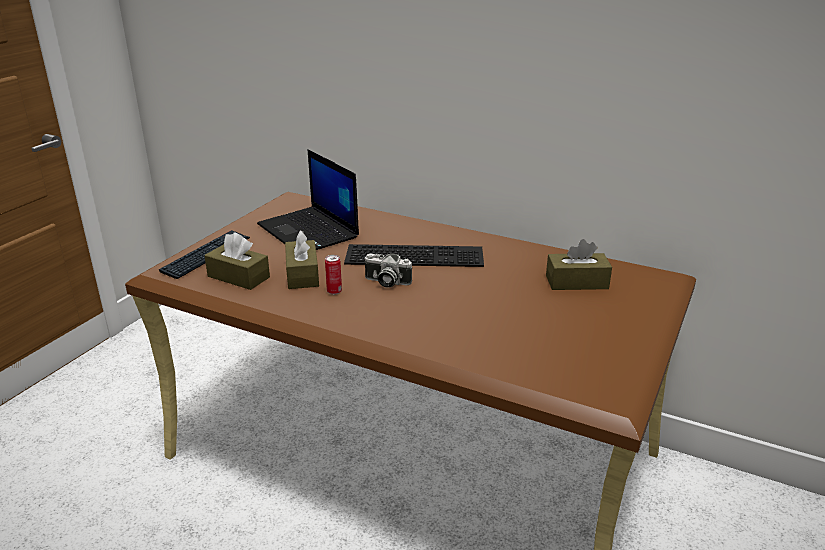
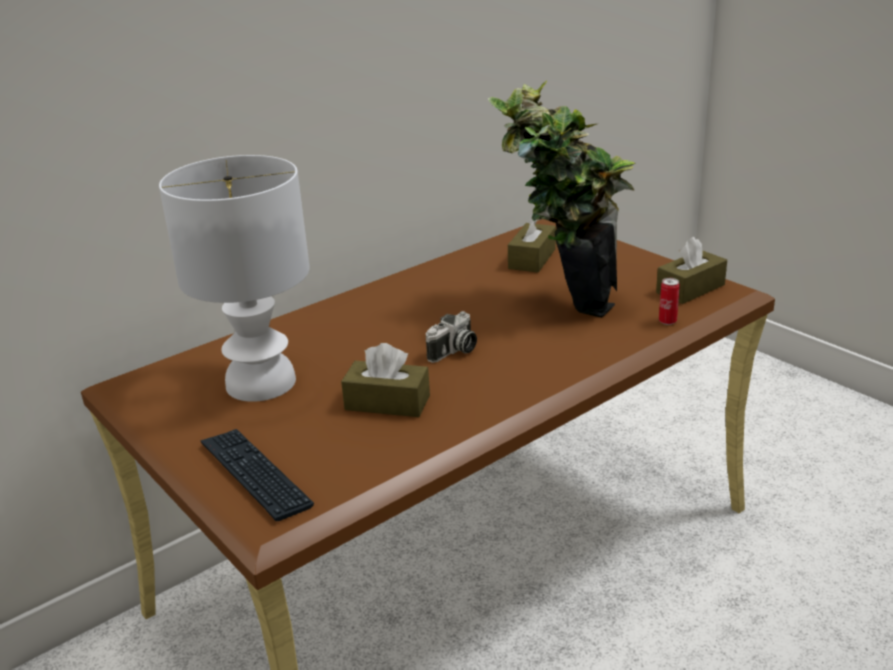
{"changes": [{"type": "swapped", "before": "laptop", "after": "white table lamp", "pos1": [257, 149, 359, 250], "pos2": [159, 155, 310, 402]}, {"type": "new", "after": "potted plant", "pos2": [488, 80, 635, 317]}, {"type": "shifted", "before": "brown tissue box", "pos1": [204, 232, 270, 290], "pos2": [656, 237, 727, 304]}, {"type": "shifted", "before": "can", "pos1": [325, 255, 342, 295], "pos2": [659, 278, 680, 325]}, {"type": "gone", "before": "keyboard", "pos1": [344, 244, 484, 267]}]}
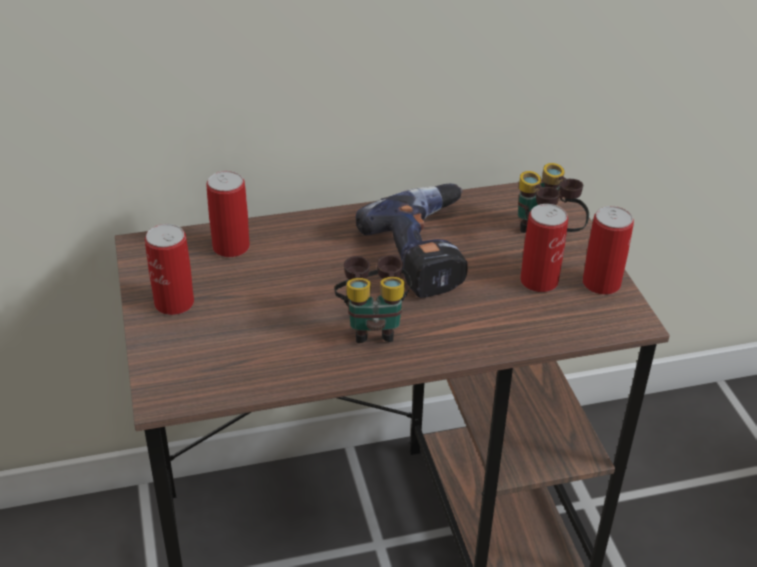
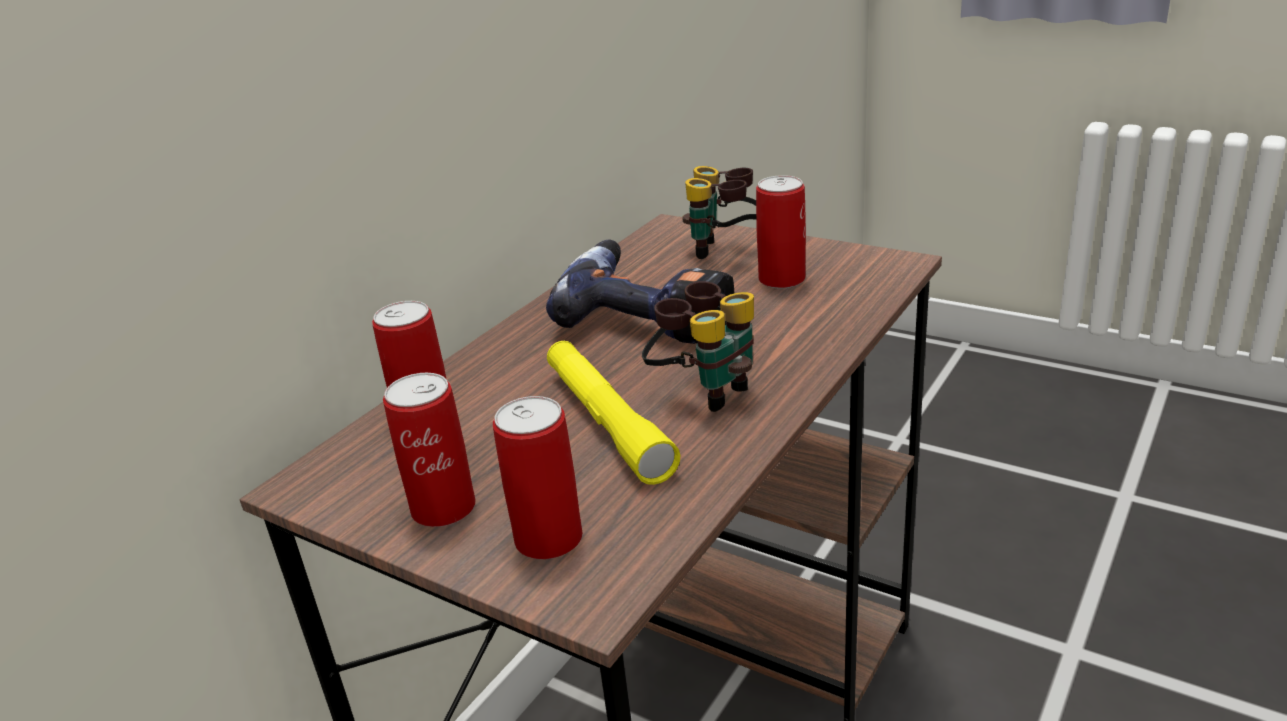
{"changes": [{"type": "shifted", "before": "can", "pos1": [583, 206, 634, 295], "pos2": [493, 396, 583, 559]}, {"type": "new", "after": "yellow flashlight", "pos2": [547, 341, 681, 485]}]}
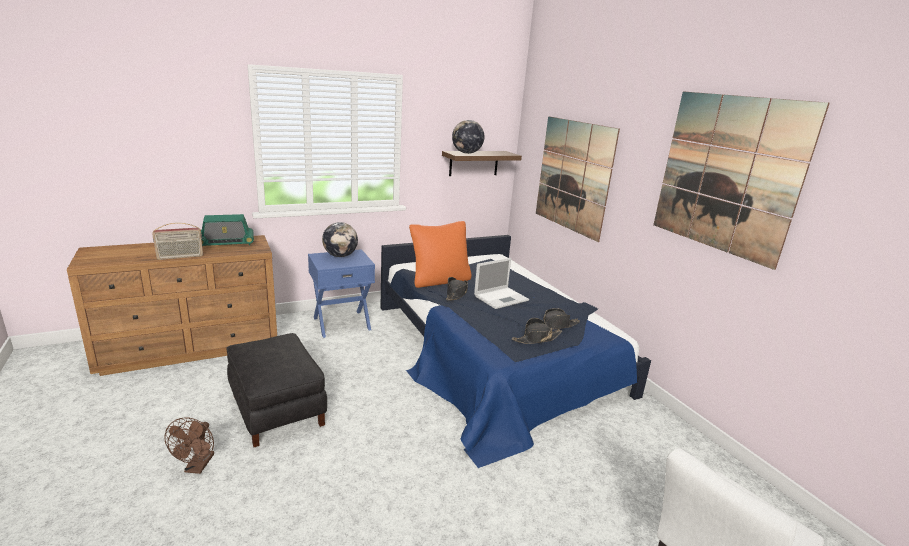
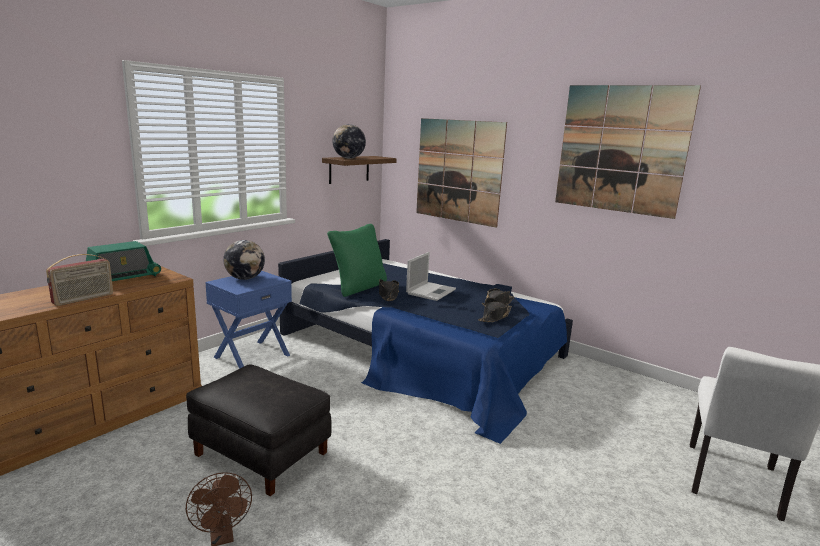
{"changes": [{"type": "repainted", "before": "orange pillow", "after": "green pillow", "pos1": [409, 221, 471, 288], "pos2": [327, 224, 387, 297]}]}
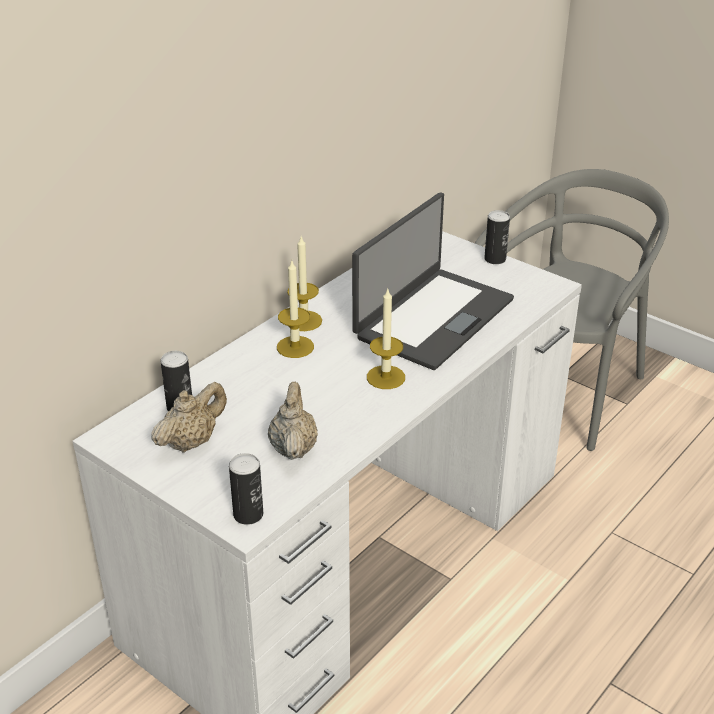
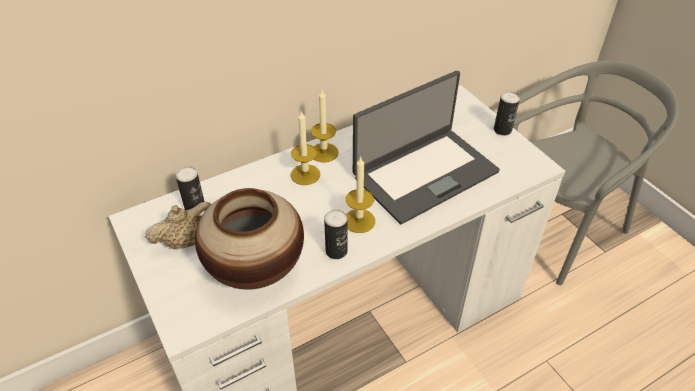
{"changes": [{"type": "swapped", "before": "beige teapot", "after": "vase", "pos1": [268, 382, 318, 460], "pos2": [195, 188, 304, 290]}, {"type": "shifted", "before": "can", "pos1": [229, 453, 263, 525], "pos2": [324, 209, 348, 259]}]}
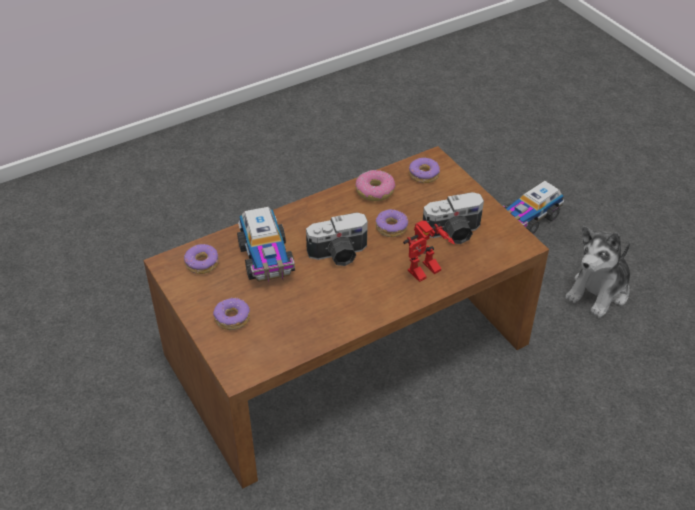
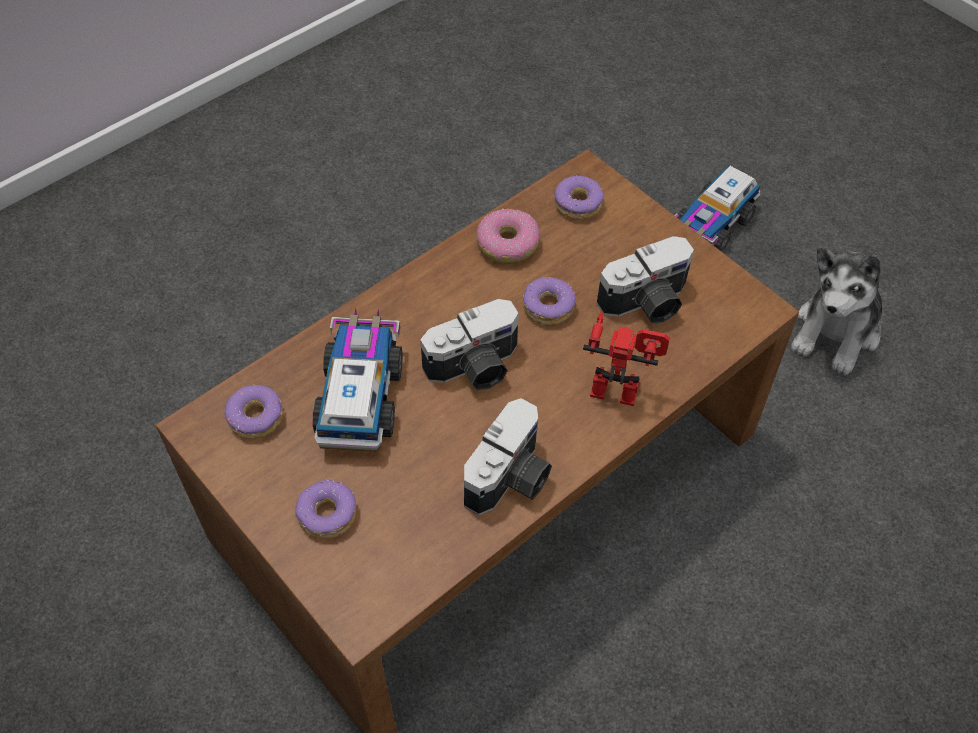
{"changes": [{"type": "rotated", "before": "toy truck", "pos1": [237, 207, 295, 282], "pos2": [313, 308, 403, 452], "turn": -150}, {"type": "new", "after": "photo camera", "pos2": [464, 398, 552, 515]}, {"type": "rotated", "before": "toy robot", "pos1": [403, 220, 455, 282], "pos2": [583, 311, 670, 406], "turn": -120}]}
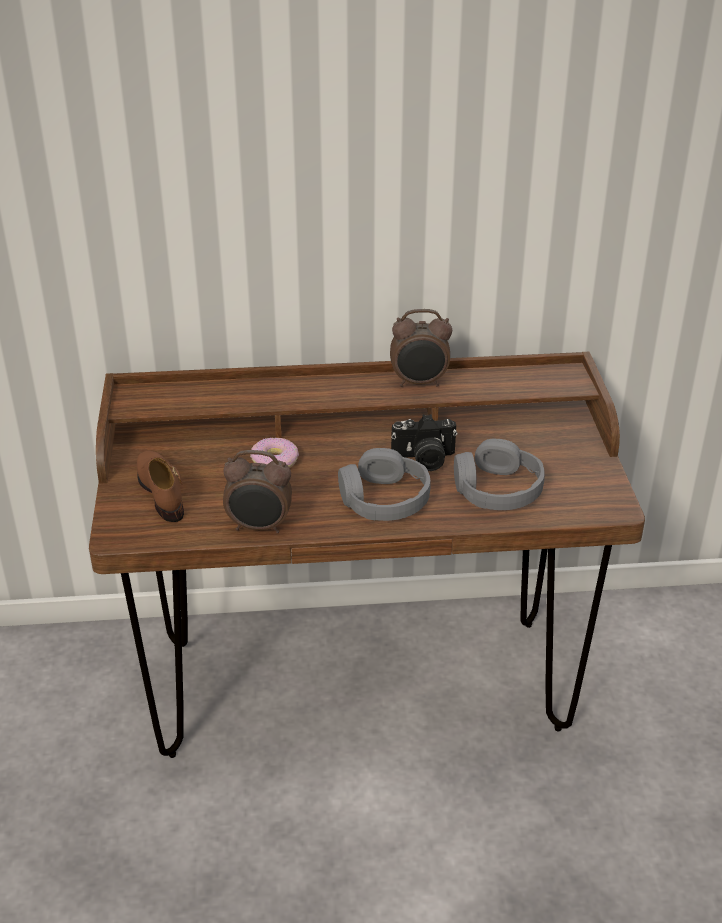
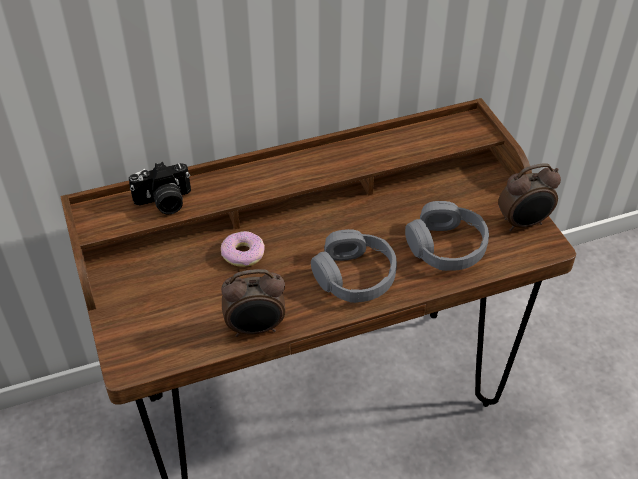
{"changes": [{"type": "shifted", "before": "photo camera", "pos1": [391, 414, 457, 471], "pos2": [129, 162, 191, 215]}, {"type": "shifted", "before": "alarm clock", "pos1": [390, 309, 452, 387], "pos2": [498, 163, 561, 231]}, {"type": "gone", "before": "brown shoe", "pos1": [137, 451, 184, 522]}]}
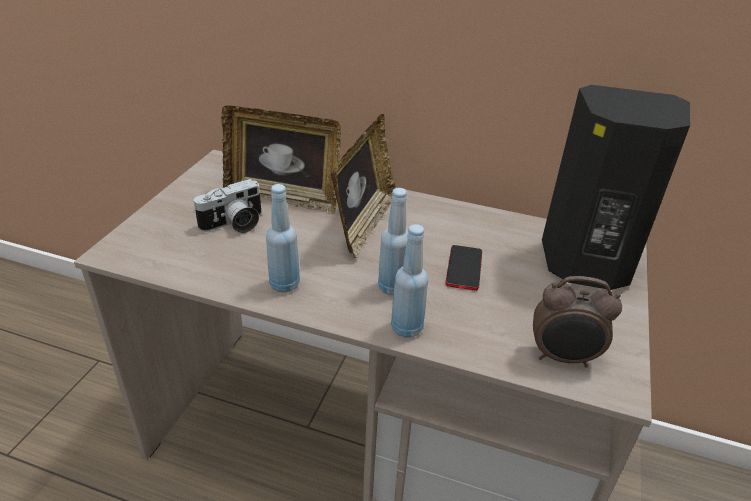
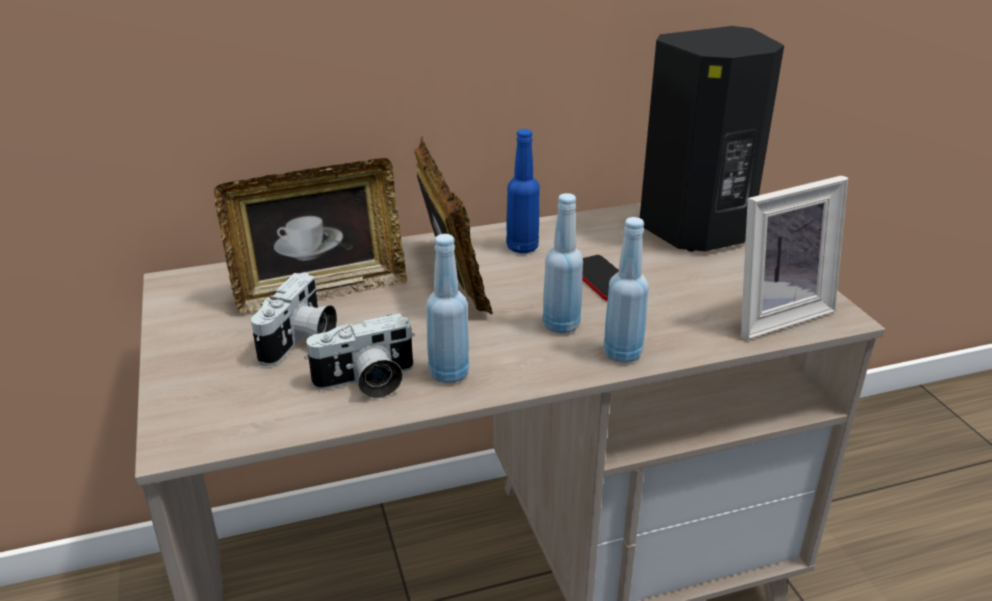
{"changes": [{"type": "new", "after": "photo camera", "pos2": [304, 313, 415, 399]}, {"type": "new", "after": "blue bottle", "pos2": [506, 129, 540, 253]}, {"type": "swapped", "before": "alarm clock", "after": "picture frame", "pos1": [533, 276, 622, 367], "pos2": [741, 175, 848, 340]}]}
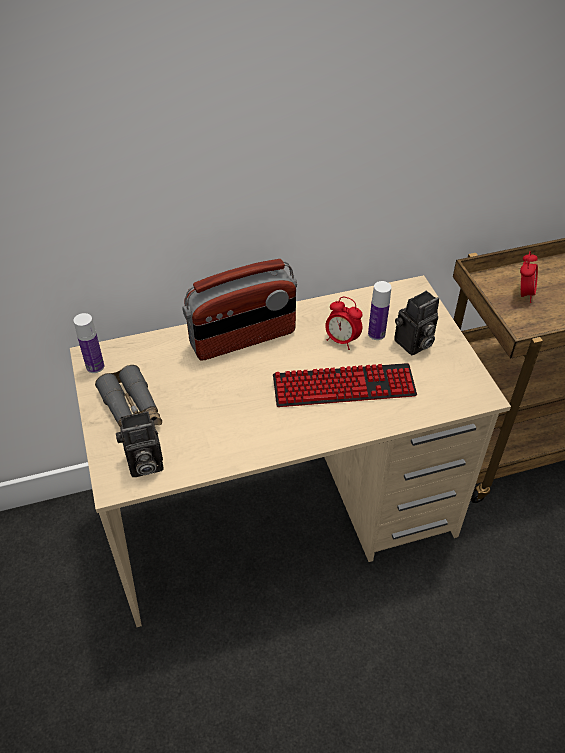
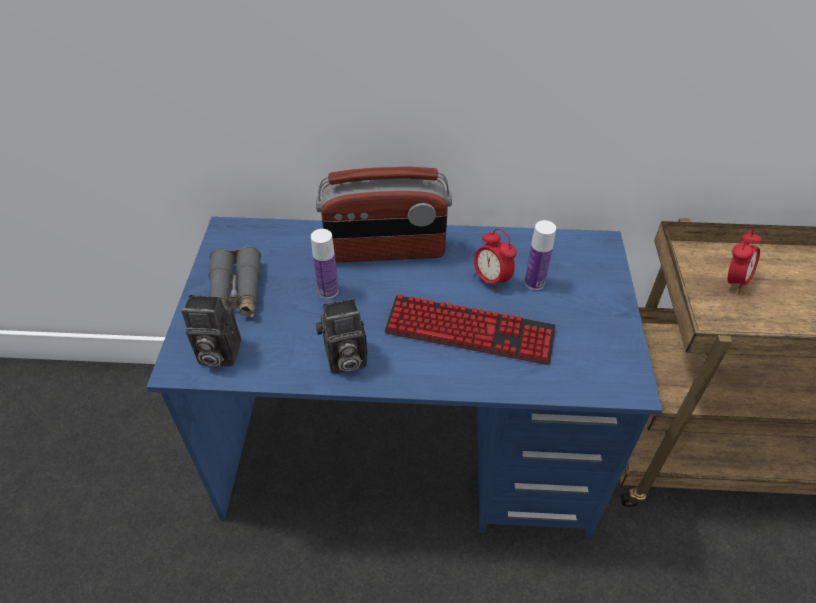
{"changes": [{"type": "repainted", "before": "beige desk", "after": "blue desk", "pos1": [70, 275, 511, 627], "pos2": [146, 217, 663, 539]}, {"type": "shifted", "before": "bottle", "pos1": [73, 313, 104, 373], "pos2": [311, 229, 339, 299]}, {"type": "shifted", "before": "photo camera", "pos1": [394, 291, 439, 355], "pos2": [315, 298, 367, 374]}]}
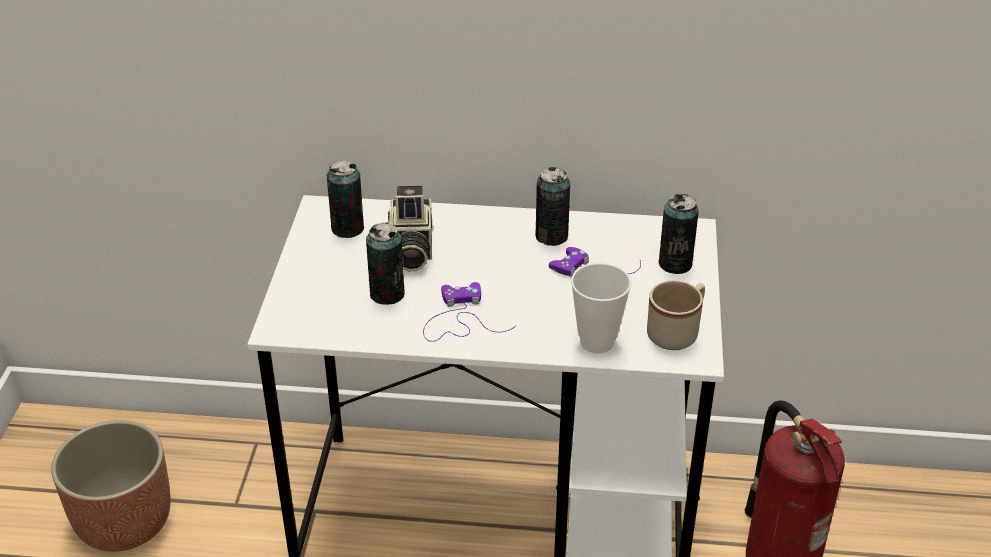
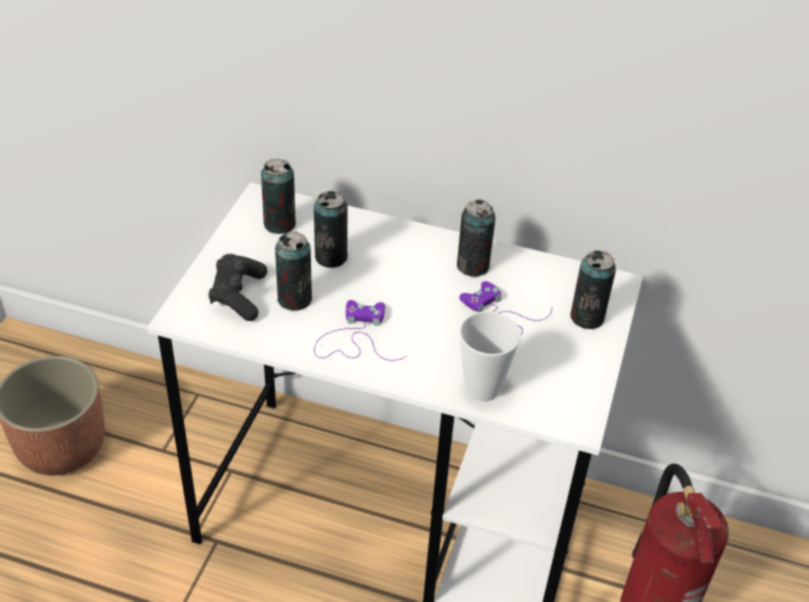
{"changes": [{"type": "new", "after": "black game controller", "pos2": [208, 254, 267, 321]}, {"type": "swapped", "before": "photo camera", "after": "can", "pos1": [385, 186, 434, 272], "pos2": [314, 191, 348, 268]}, {"type": "gone", "before": "beige mug", "pos1": [647, 280, 705, 350]}]}
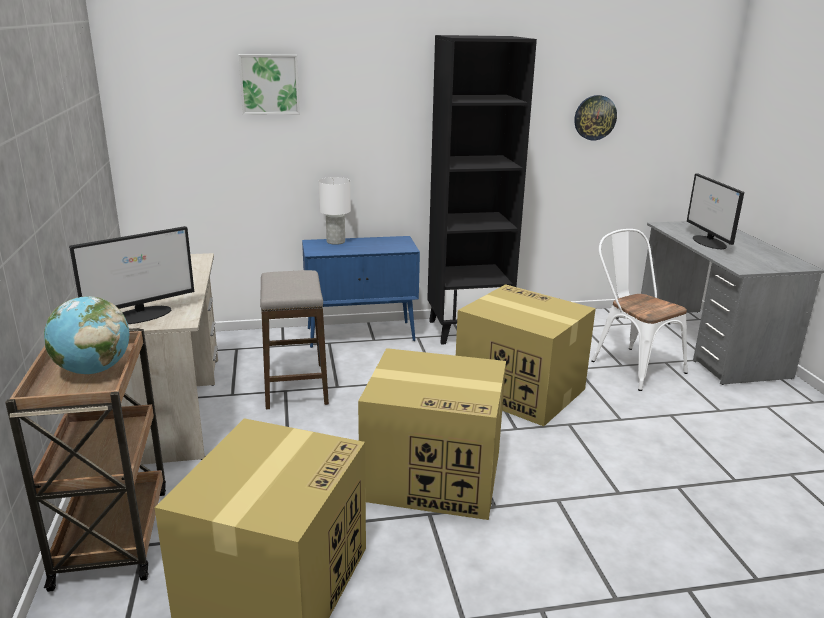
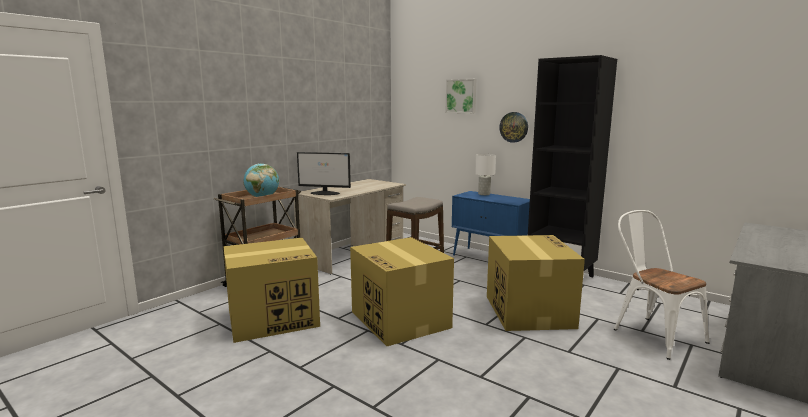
{"changes": [{"type": "shifted", "before": "wall clock", "pos1": [574, 95, 617, 140], "pos2": [499, 112, 528, 143]}, {"type": "rotated", "before": "white chair", "pos1": [591, 229, 688, 391], "pos2": [614, 210, 709, 360], "turn": -45}, {"type": "gone", "before": "monitor", "pos1": [687, 173, 744, 249]}]}
